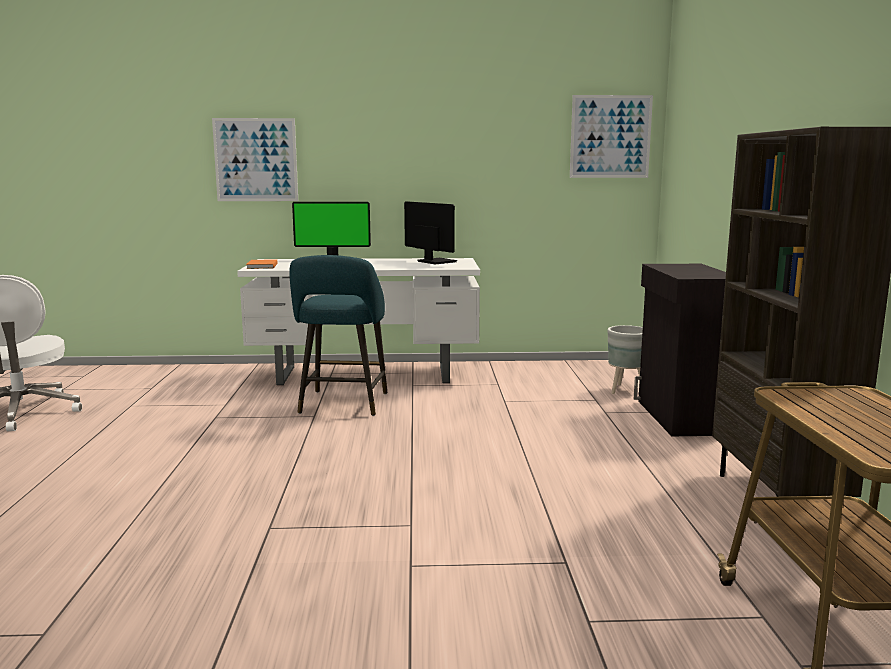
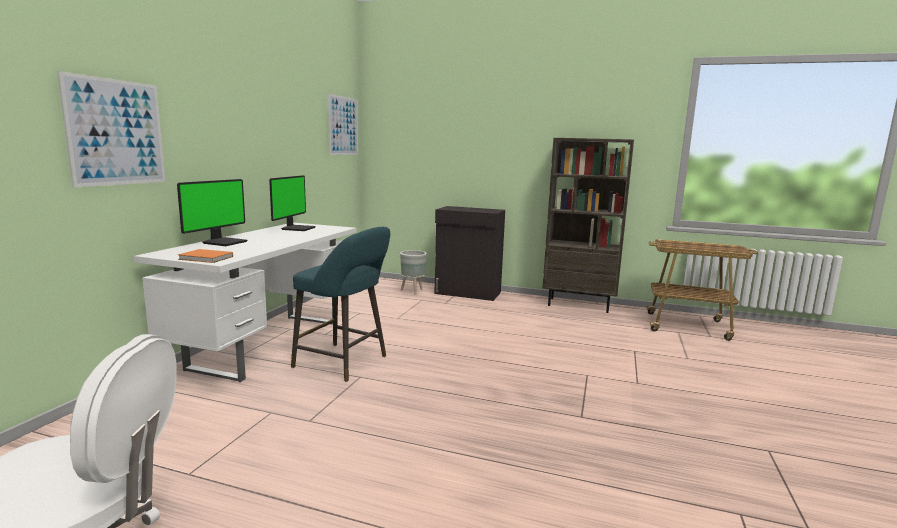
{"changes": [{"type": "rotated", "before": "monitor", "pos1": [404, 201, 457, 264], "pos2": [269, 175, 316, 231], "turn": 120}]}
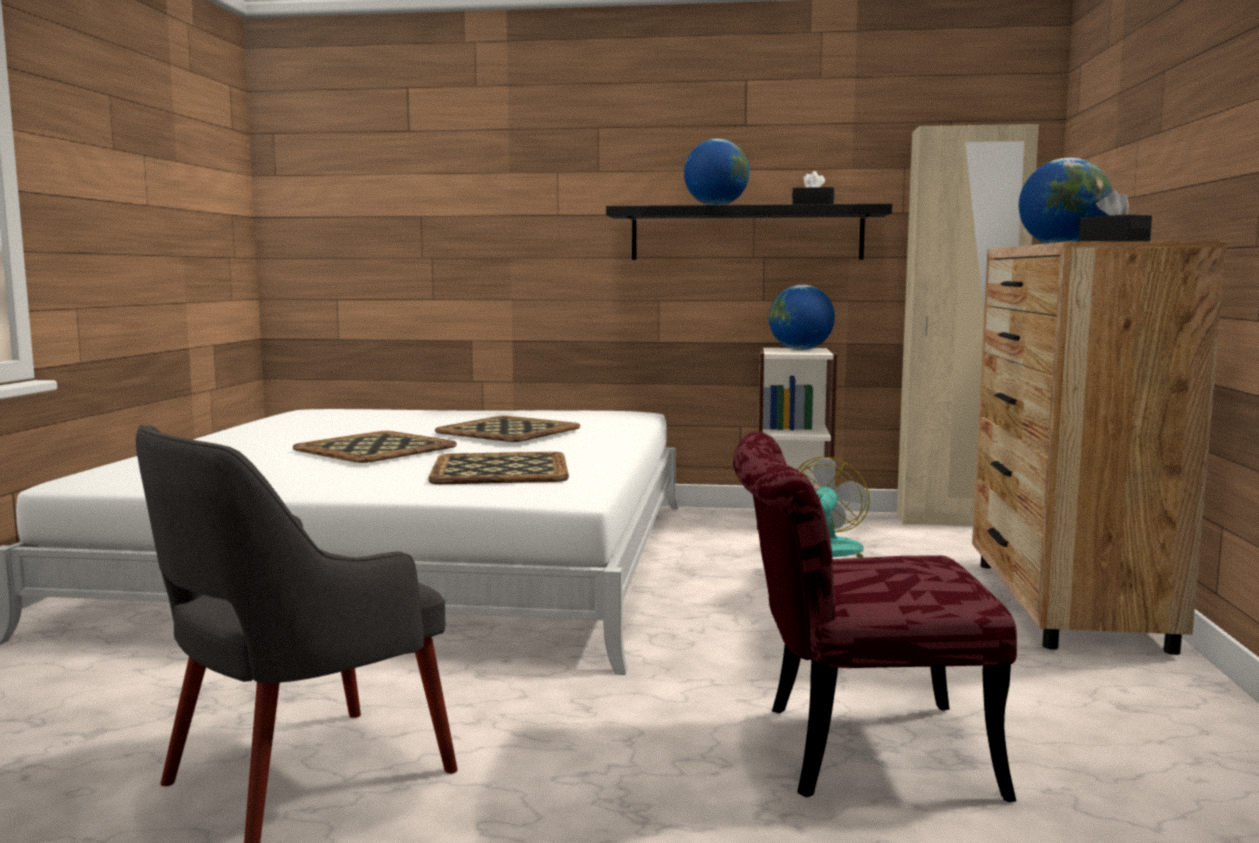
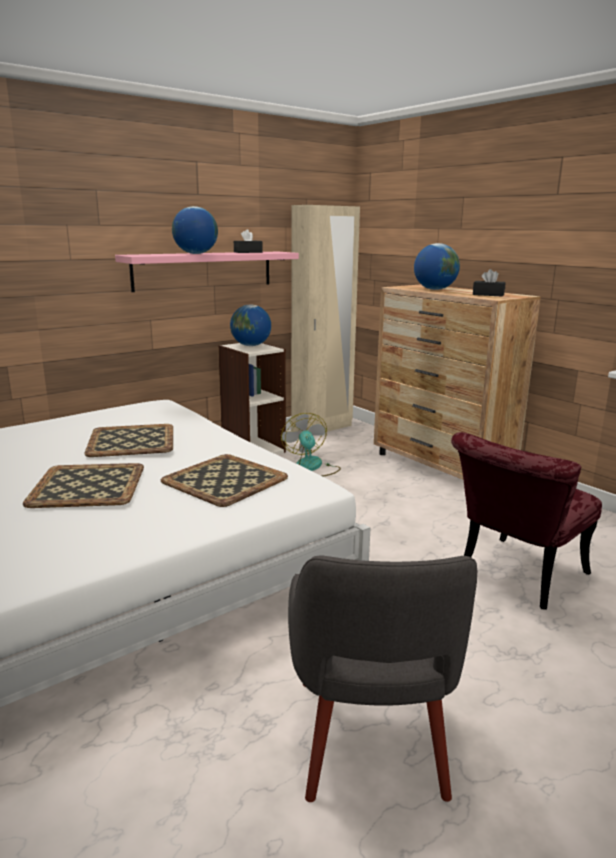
{"changes": [{"type": "repainted", "before": "black shelf", "after": "pink shelf", "pos1": [606, 204, 892, 260], "pos2": [115, 252, 299, 292]}]}
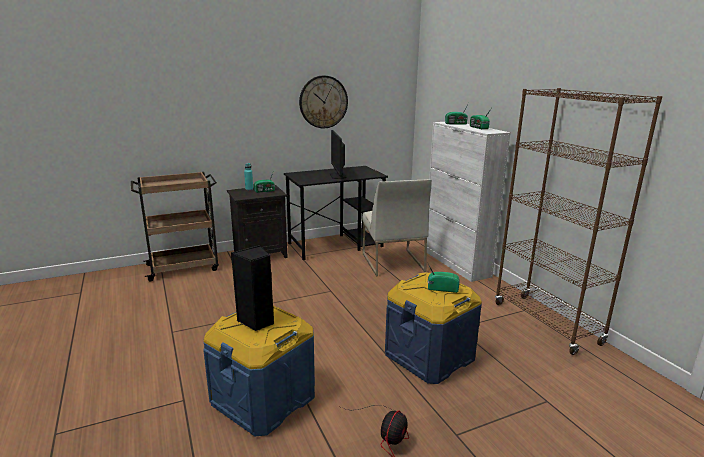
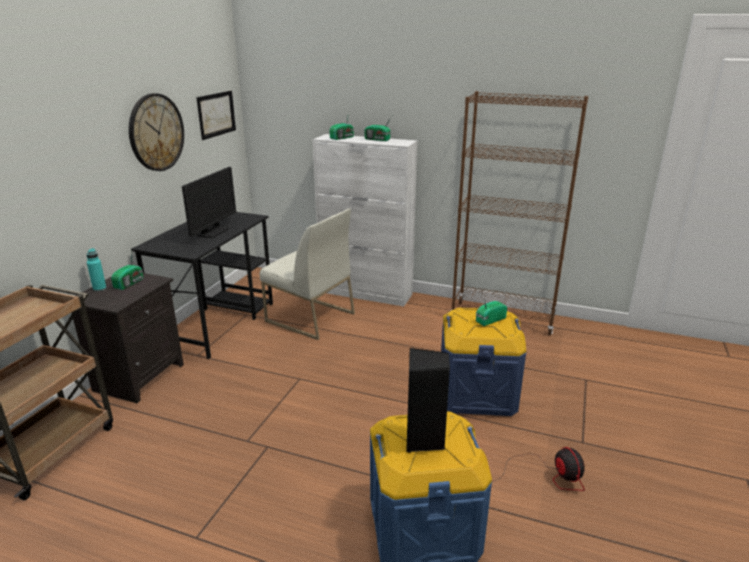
{"changes": [{"type": "rotated", "before": "monitor", "pos1": [330, 130, 347, 179], "pos2": [182, 167, 236, 238], "turn": -105}, {"type": "new", "after": "picture", "pos2": [196, 91, 236, 140]}]}
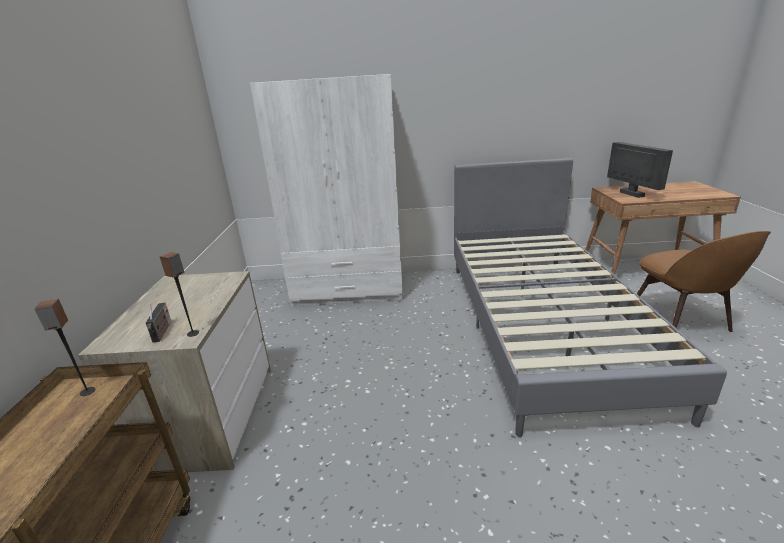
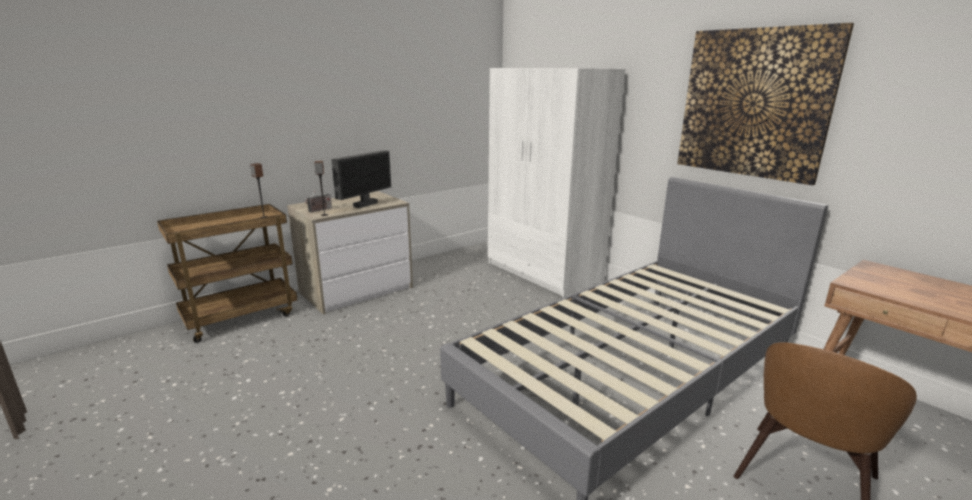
{"changes": [{"type": "shifted", "before": "monitor", "pos1": [607, 142, 673, 198], "pos2": [331, 150, 391, 208]}, {"type": "new", "after": "picture", "pos2": [677, 23, 854, 185]}]}
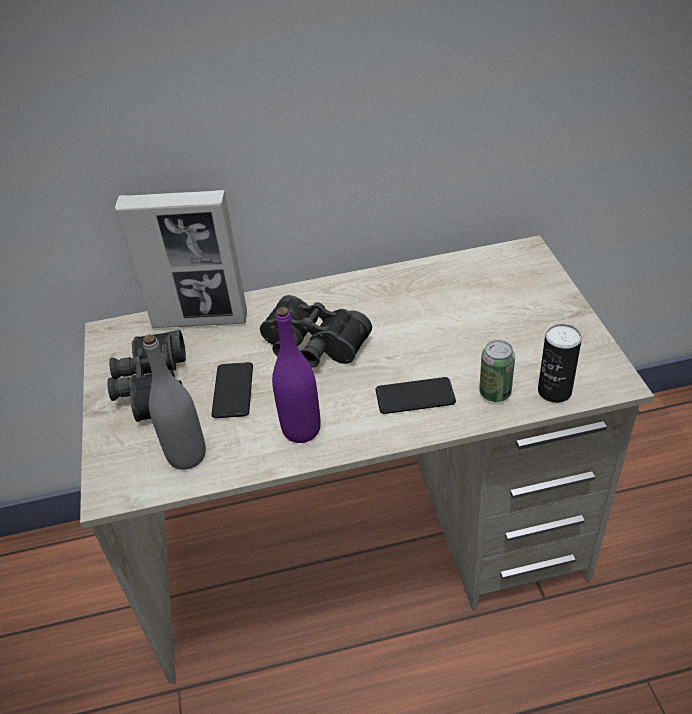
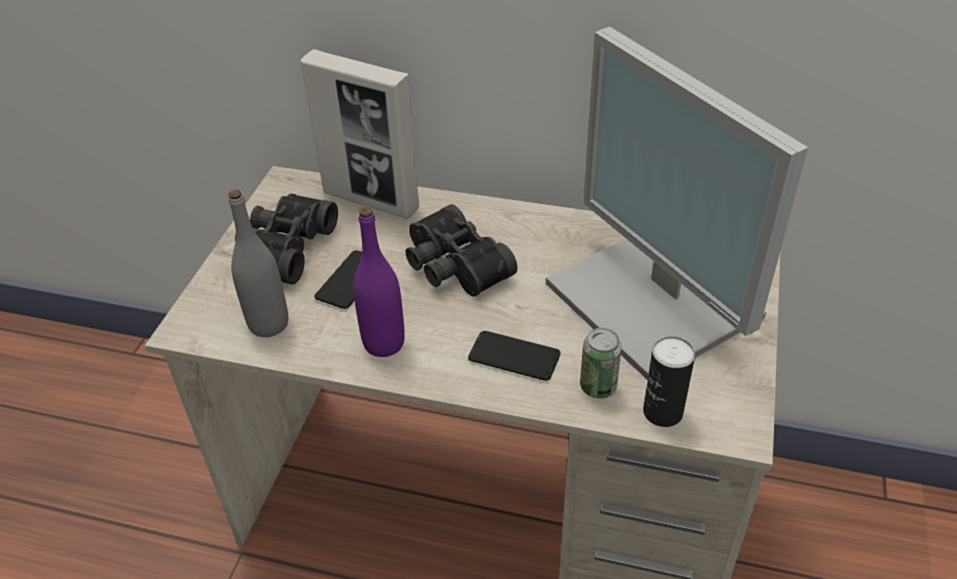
{"changes": [{"type": "new", "after": "monitor", "pos2": [546, 27, 808, 380]}]}
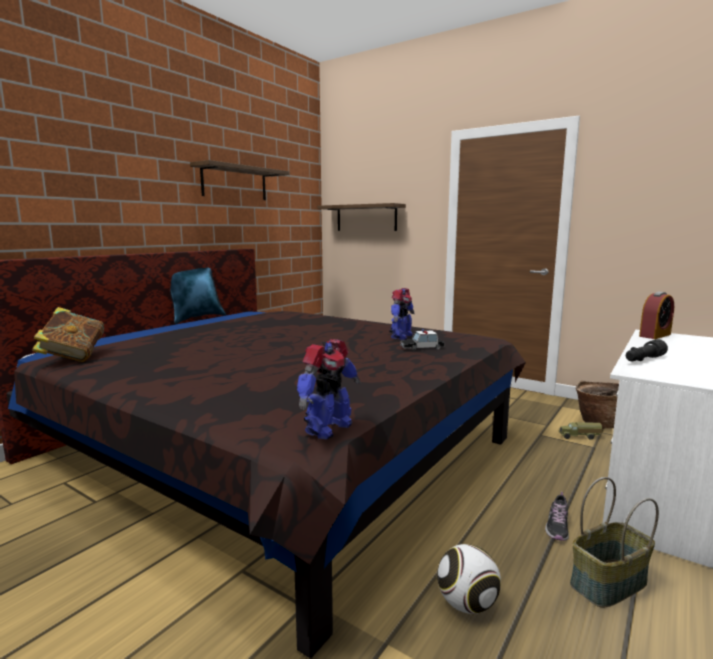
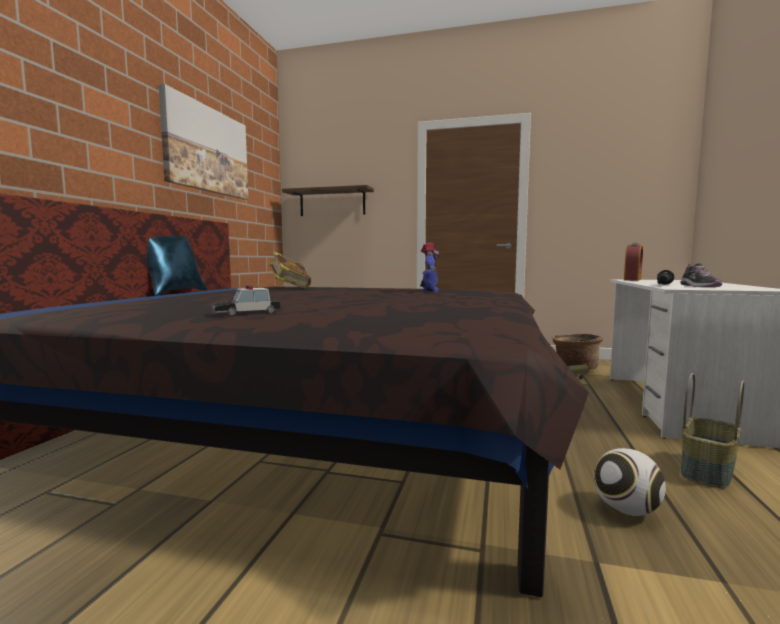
{"changes": [{"type": "swapped", "before": "shelf", "after": "picture", "pos1": [190, 160, 290, 200], "pos2": [159, 84, 248, 200]}, {"type": "shifted", "before": "toy car", "pos1": [400, 329, 444, 350], "pos2": [211, 285, 281, 315]}, {"type": "shifted", "before": "book", "pos1": [32, 307, 104, 362], "pos2": [268, 251, 311, 289]}, {"type": "shifted", "before": "shoe", "pos1": [545, 492, 569, 541], "pos2": [680, 263, 722, 287]}, {"type": "gone", "before": "toy robot", "pos1": [297, 339, 361, 439]}]}
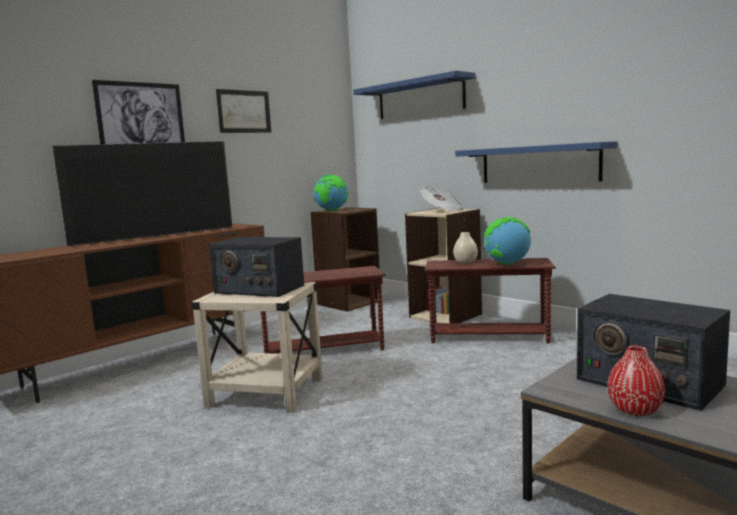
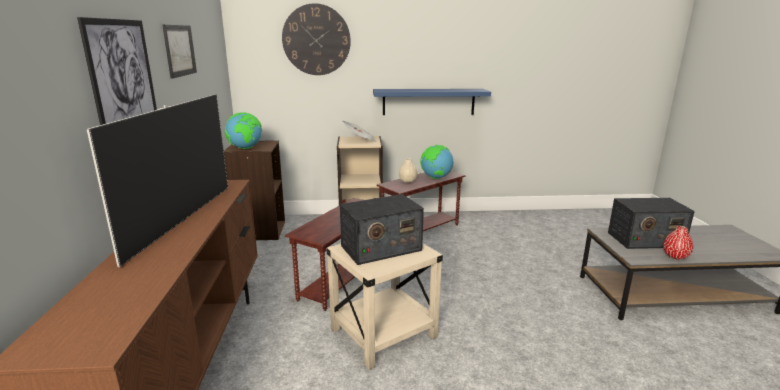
{"changes": [{"type": "swapped", "before": "blue shelf", "after": "wall clock", "pos1": [353, 71, 475, 119], "pos2": [282, 3, 351, 75]}]}
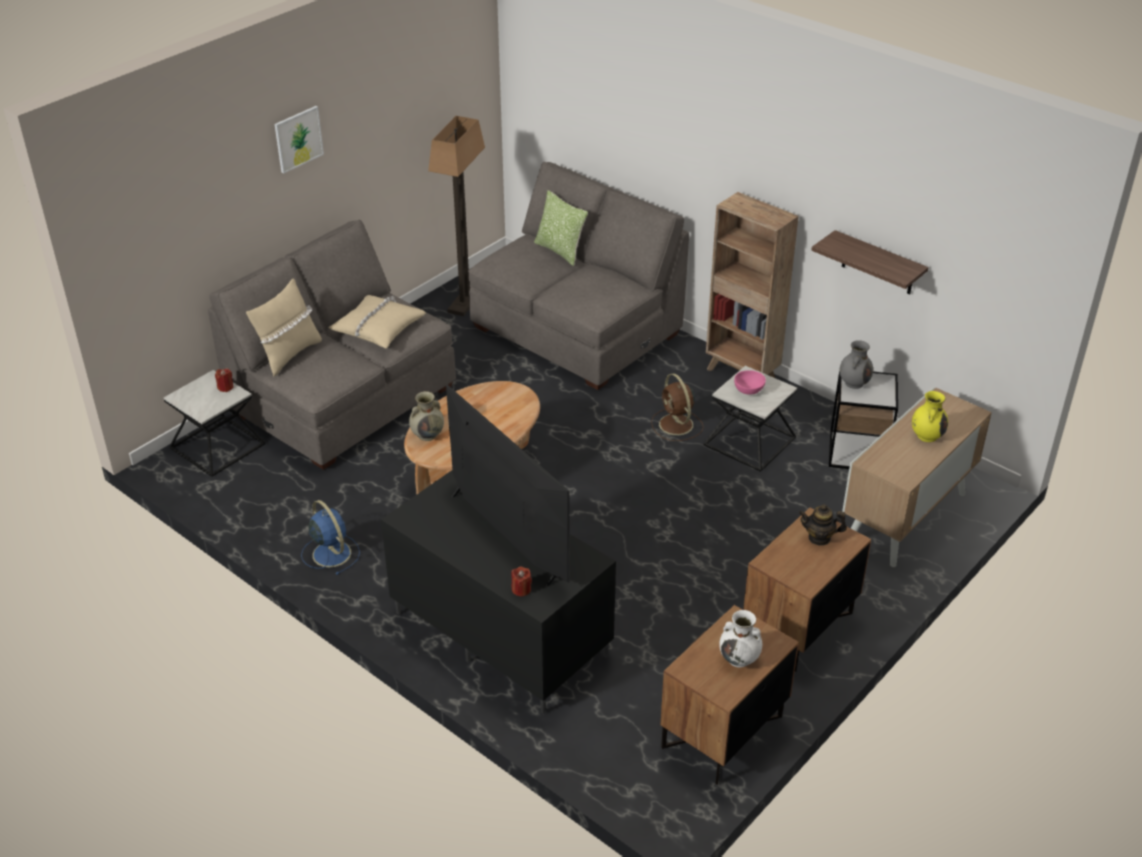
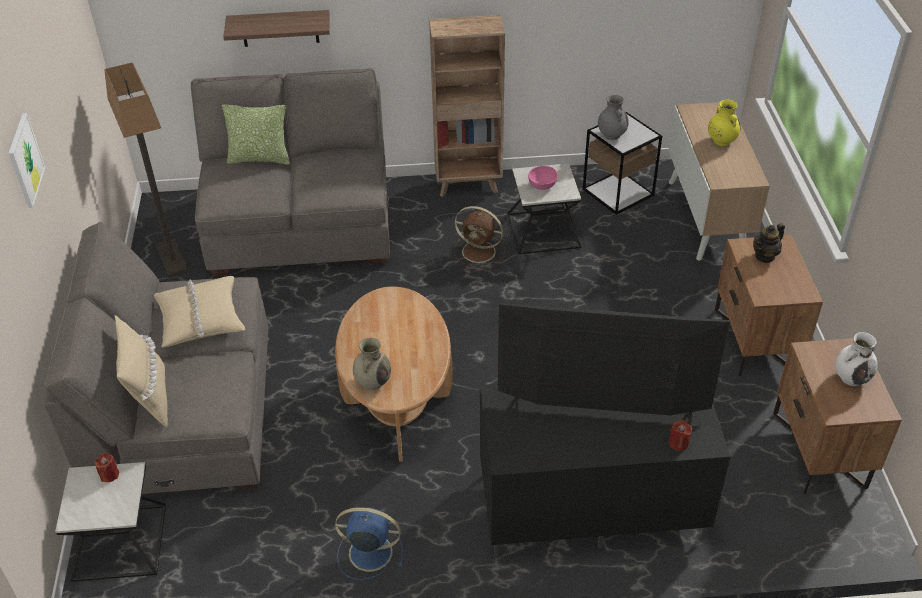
{"changes": [{"type": "shifted", "before": "shelf", "pos1": [811, 230, 929, 294], "pos2": [223, 10, 330, 47]}]}
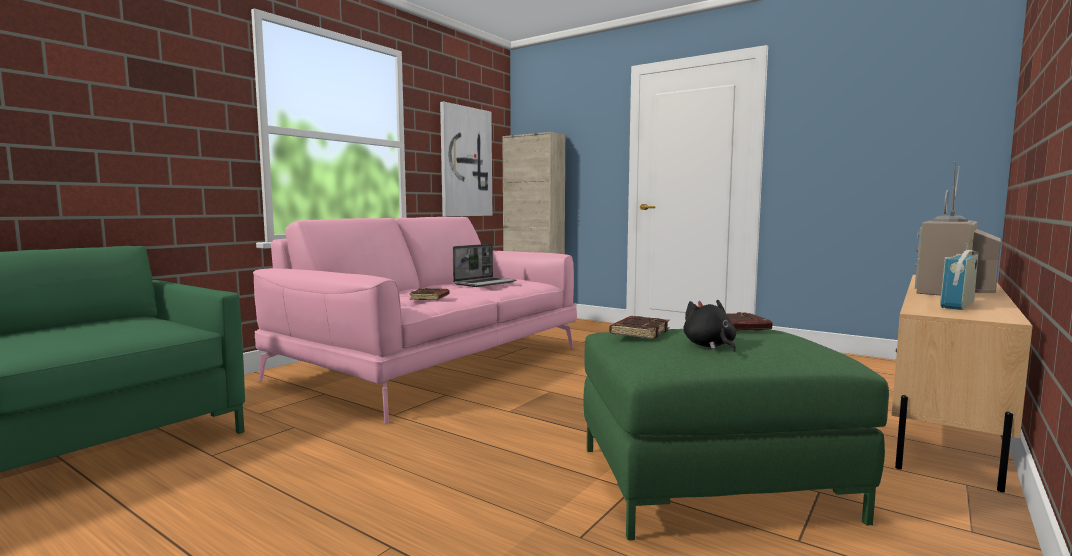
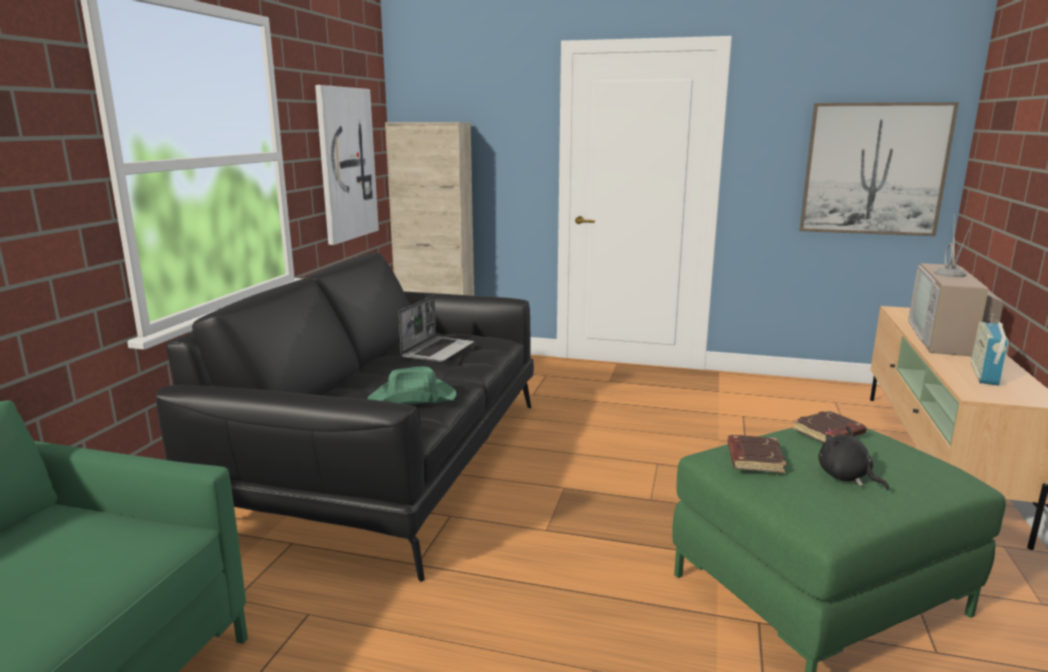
{"changes": [{"type": "repainted", "before": "pink sofa", "after": "black sofa", "pos1": [253, 217, 577, 424], "pos2": [156, 252, 534, 582]}, {"type": "swapped", "before": "brown book", "after": "green hat", "pos1": [409, 288, 449, 300], "pos2": [368, 367, 457, 404]}, {"type": "new", "after": "picture", "pos2": [800, 102, 959, 236]}]}
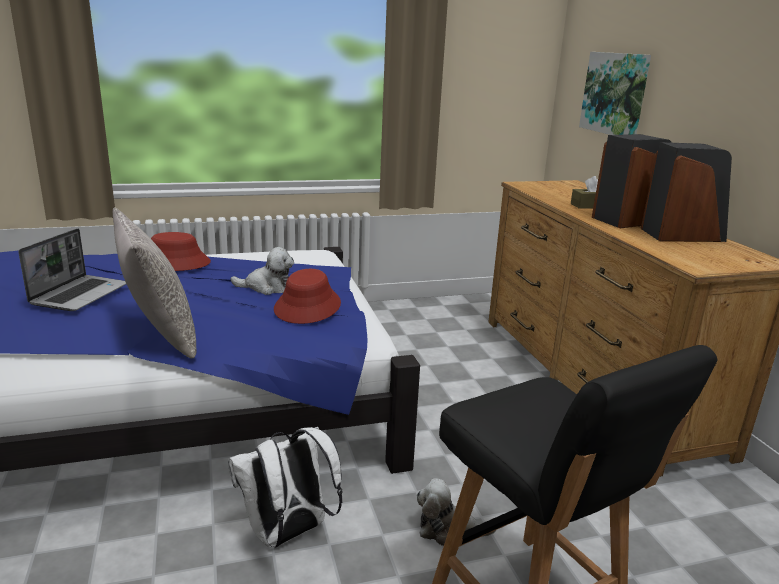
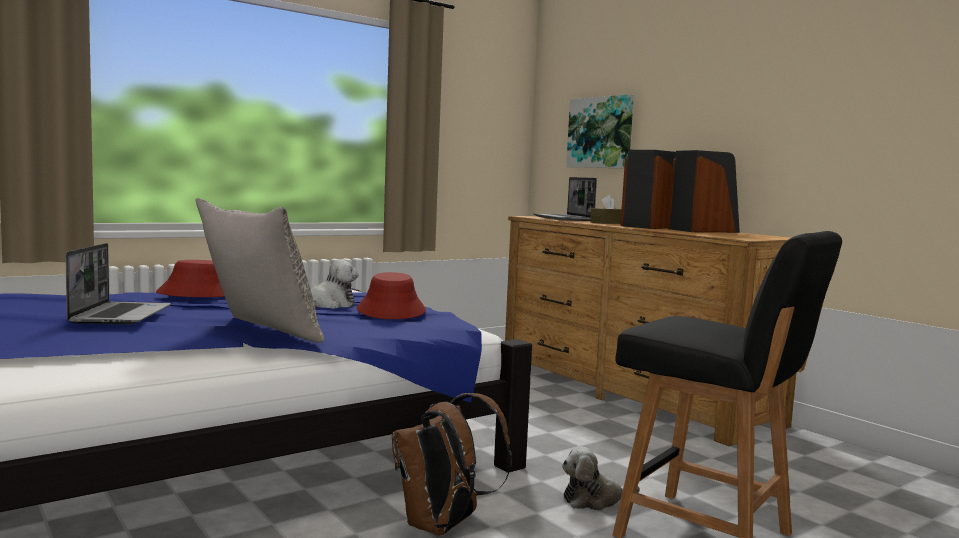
{"changes": [{"type": "repainted", "before": "white backpack", "after": "brown backpack", "pos1": [228, 427, 343, 548], "pos2": [392, 393, 512, 536]}, {"type": "new", "after": "laptop", "pos2": [533, 177, 597, 221]}]}
